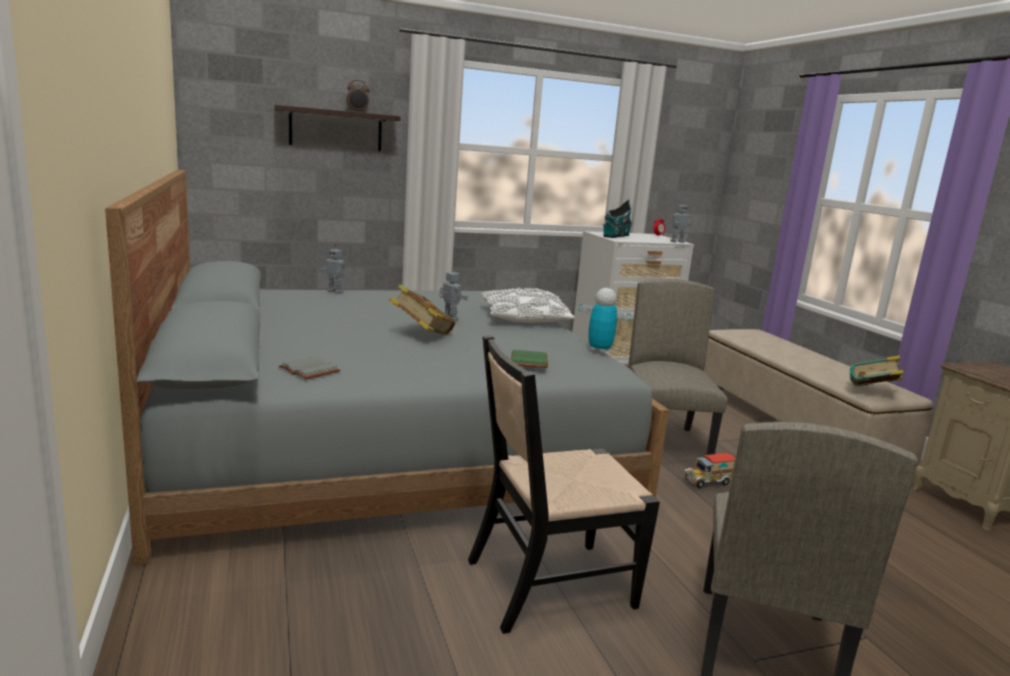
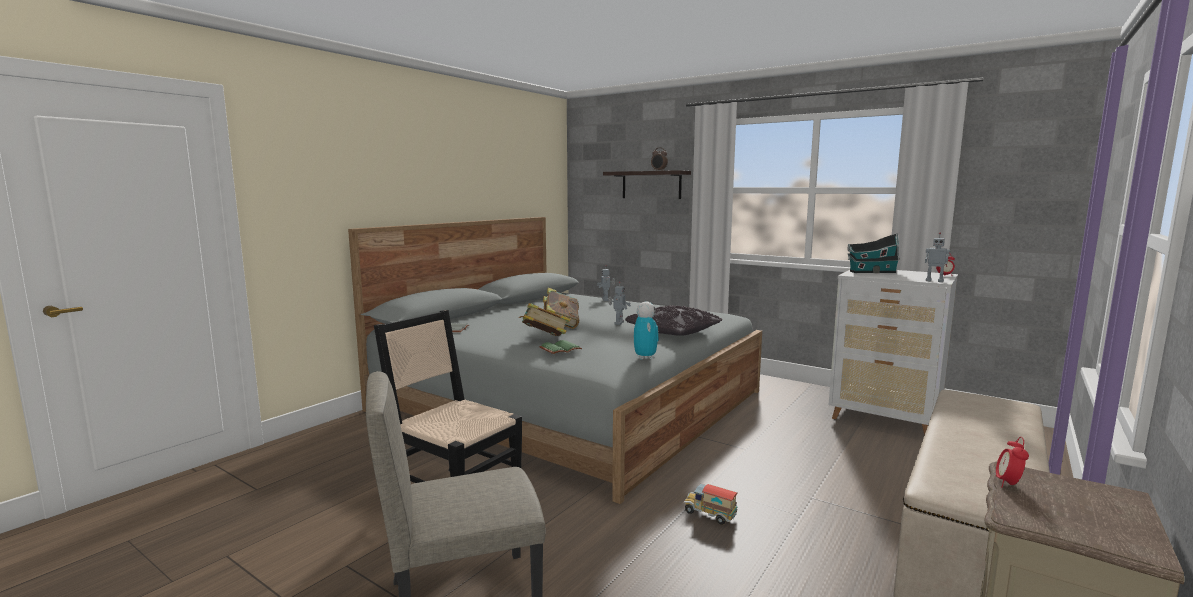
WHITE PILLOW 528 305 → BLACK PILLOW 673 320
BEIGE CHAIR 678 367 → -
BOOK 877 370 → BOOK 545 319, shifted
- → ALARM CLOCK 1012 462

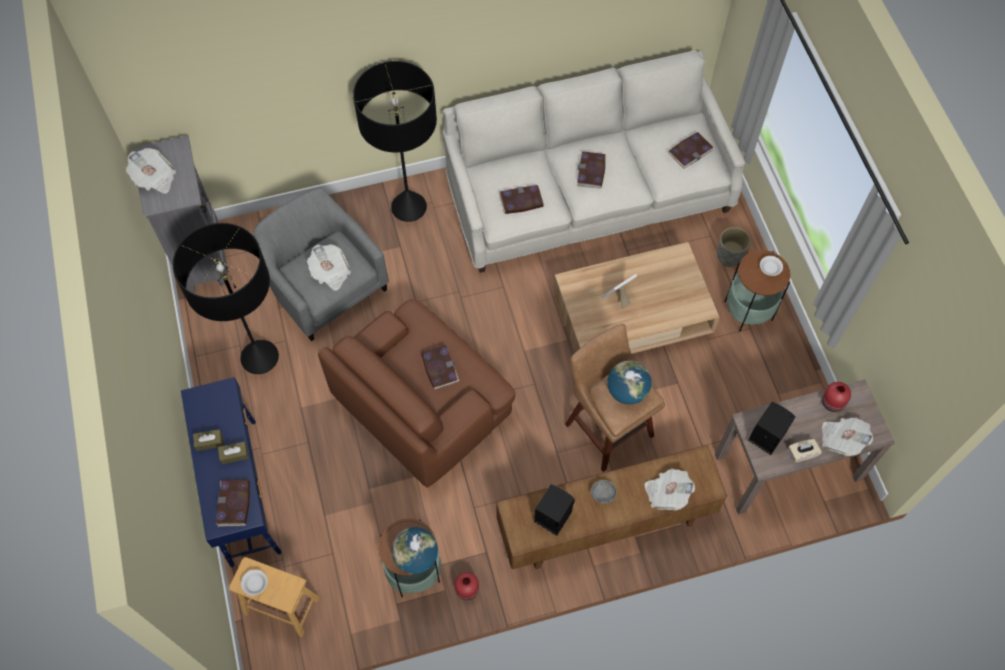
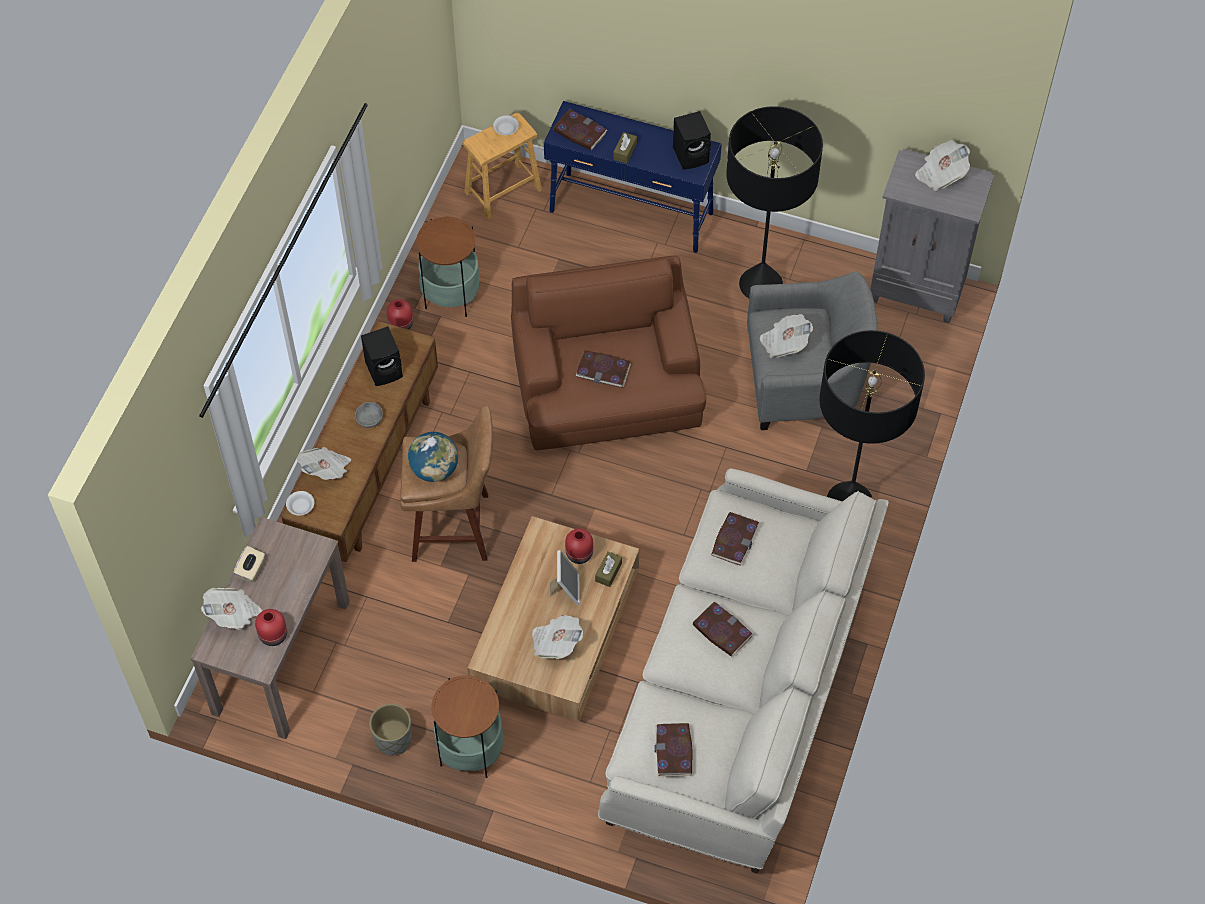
BROWN TISSUE BOX 208 440 → BROWN TISSUE BOX 608 569, shifted
GLOBE 415 550 → -
GREY PLANTER 734 247 → GREY PLANTER 390 729, shifted
BLACK SPEAKER 772 428 → BLACK SPEAKER 692 140, shifted
WHITE BOWL 771 266 → WHITE BOWL 300 503, shifted
- → NEWSPAPER 557 637
- → RED VASE 579 546

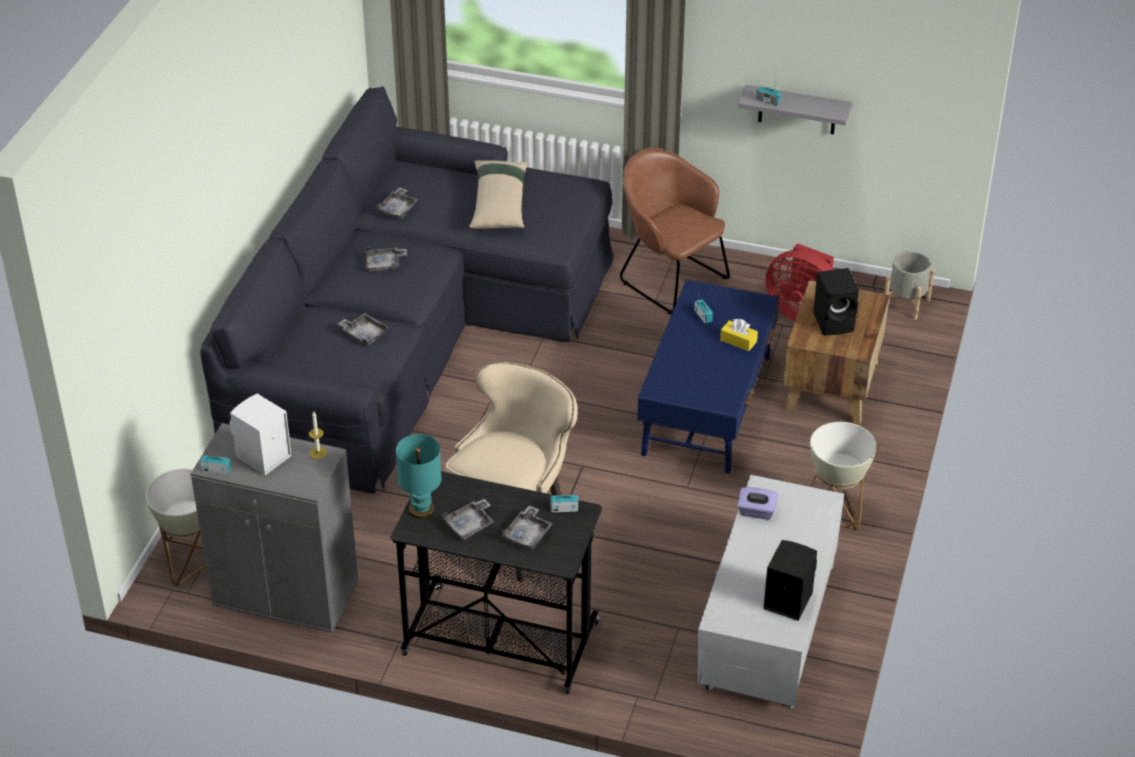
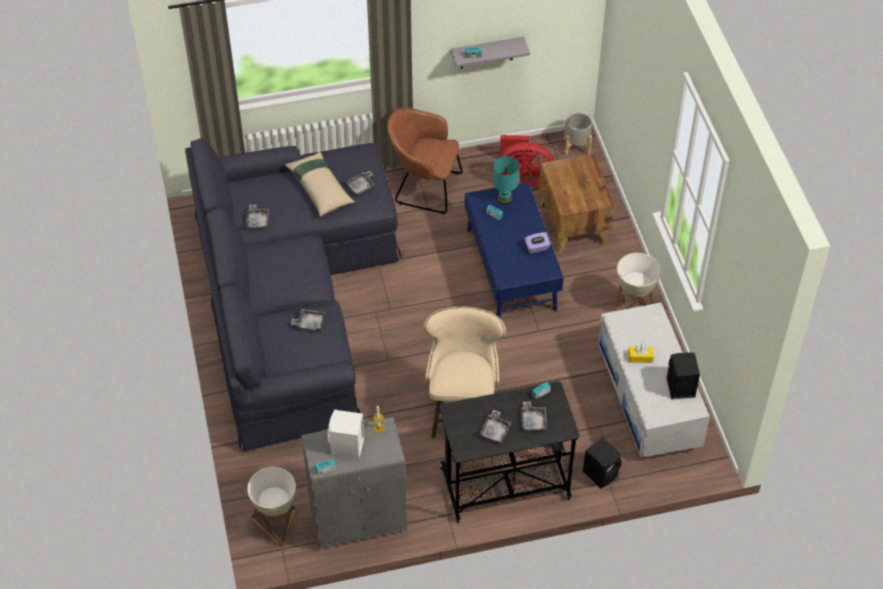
GREY TRAY 386 259 → GREY TRAY 360 183, shifted
TURQUOISE TABLE LAMP 419 476 → TURQUOISE TABLE LAMP 506 180, shifted
YELLOW TISSUE BOX 739 335 → YELLOW TISSUE BOX 641 354, shifted
PURPLE TISSUE BOX 758 503 → PURPLE TISSUE BOX 537 243, shifted
BLACK SPEAKER 836 301 → BLACK SPEAKER 602 463, shifted

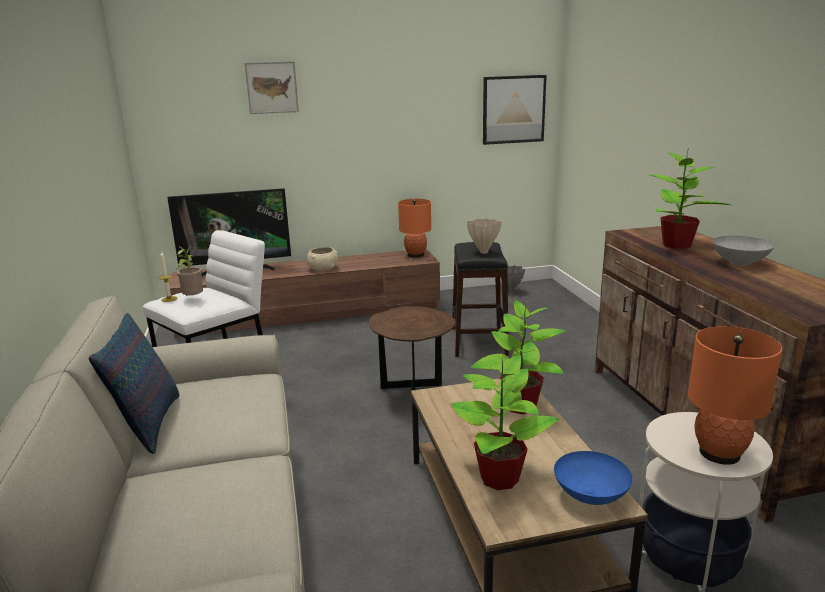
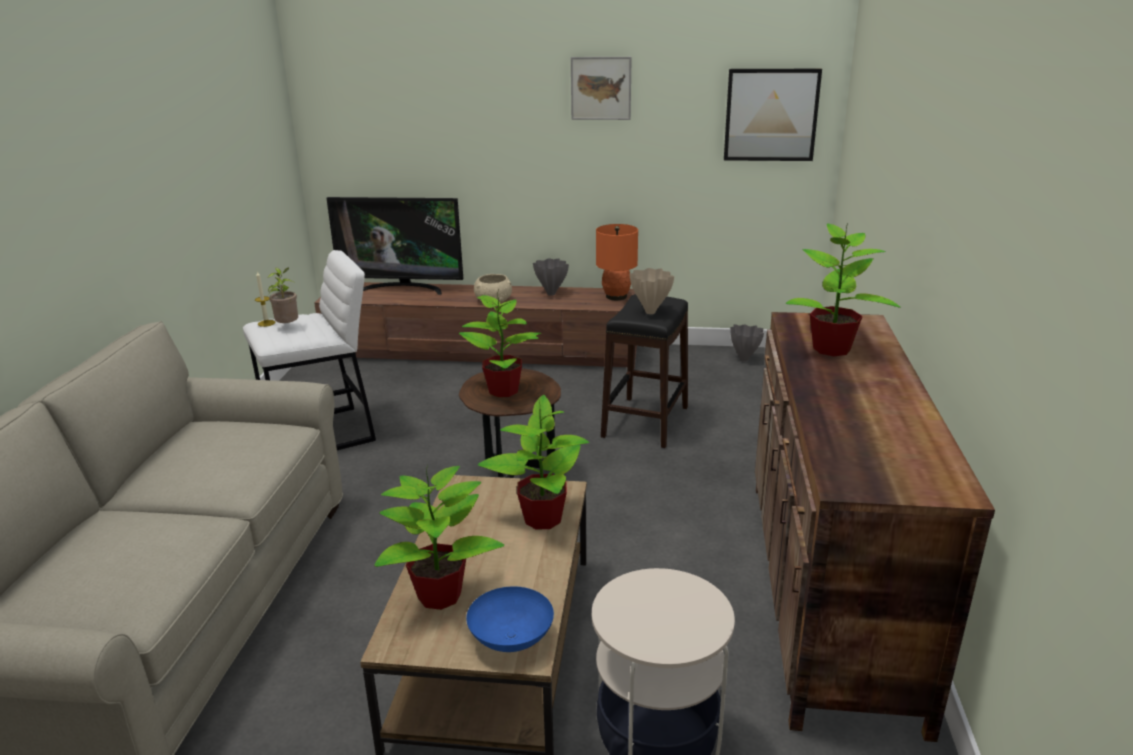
BLUE PILLOW 134 383 → -
PICTURE 271 87 → PICTURE 601 88, shifted
ORANGE TABLE LAMP 735 395 → -
GREY BOWL 743 250 → -
- → POTTED PLANT 500 345
- → GREY VASE 551 277

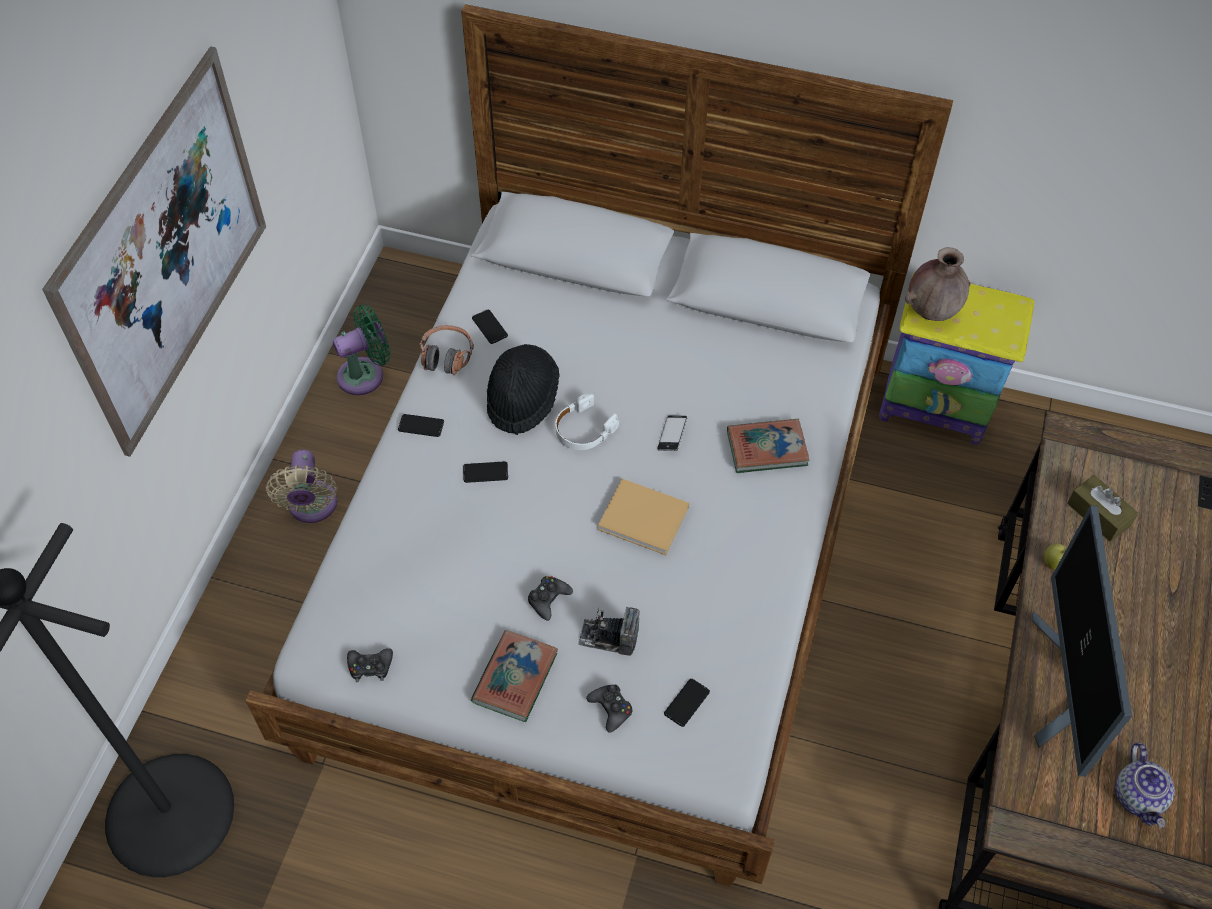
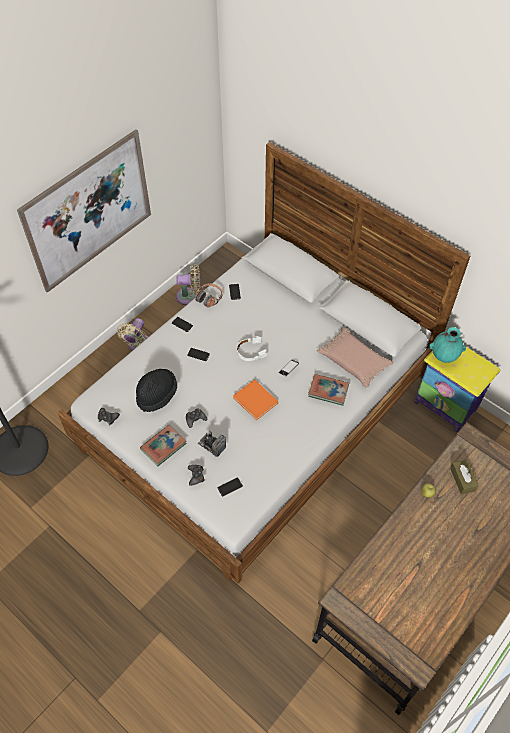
GREEN FAN 362 350 → BEIGE FAN 188 284
BLACK HAT 523 389 → BLACK HAT 156 390, shifted
BEIGE BOOK 643 517 → ORANGE BOOK 255 400
BROWN VASE 938 284 → TURQUOISE VASE 447 345
MONITOR 1082 641 → -
TEAPOT 1145 785 → -
- → BEIGE PILLOW 355 357

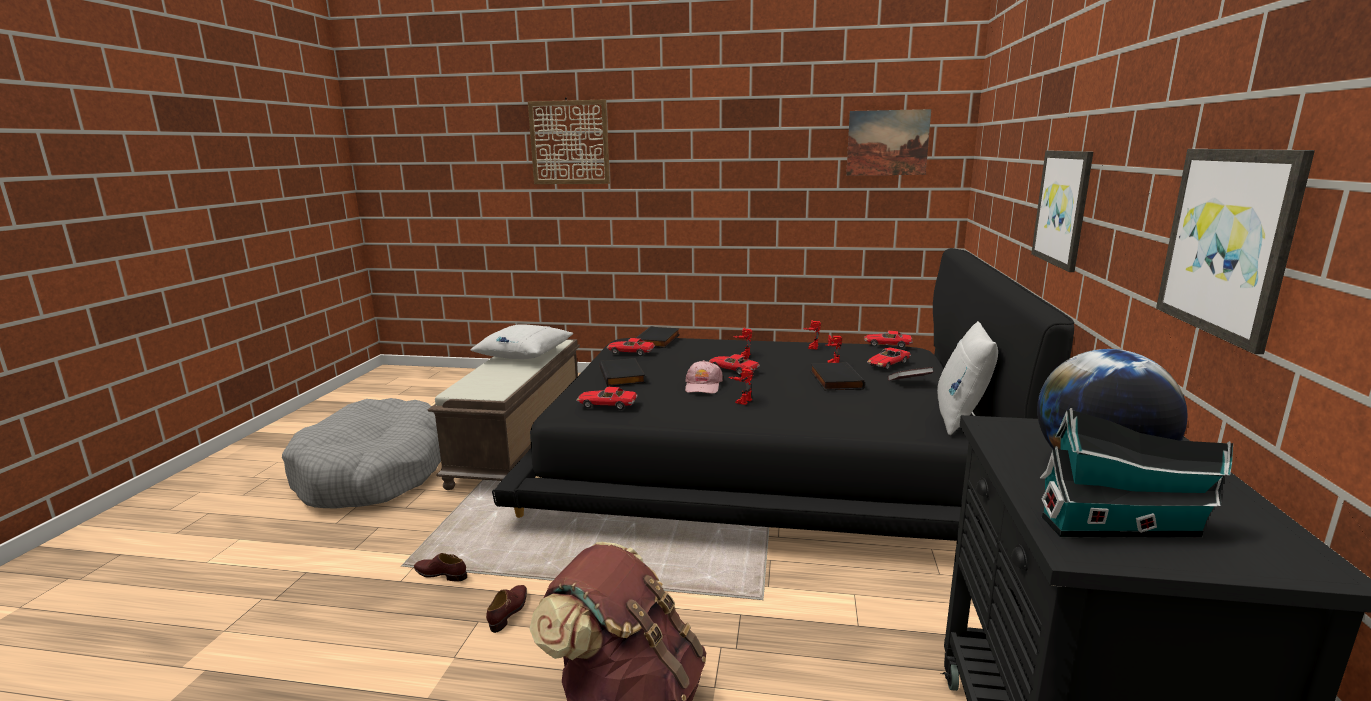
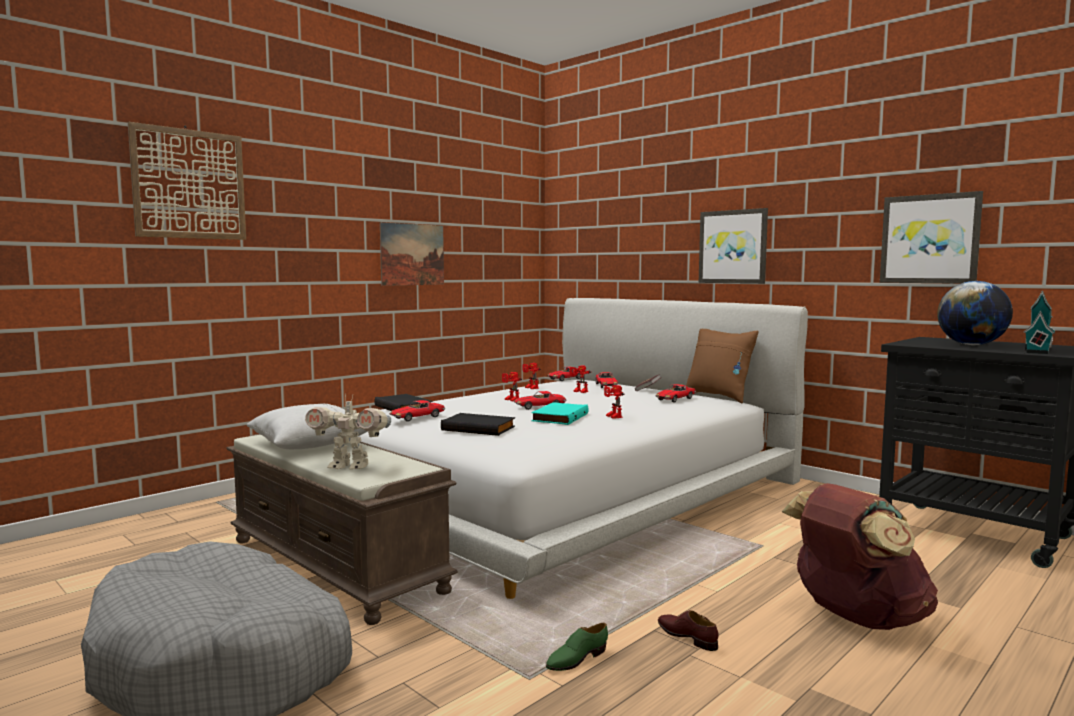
BROWN SHOE 440 567 → GREEN SHOE 577 647
BLACK BED 783 394 → WHITE BED 582 448
TOY CAR 607 398 → TOY CAR 676 393, shifted
PINK CAP 704 377 → TURQUOISE BOOK 560 413
BLACK BOOK 837 376 → -
PICTURE 888 142 → PICTURE 412 254, shifted
GREY PILLOW 967 378 → BROWN PILLOW 722 366
- → TOY ROBOT 348 431

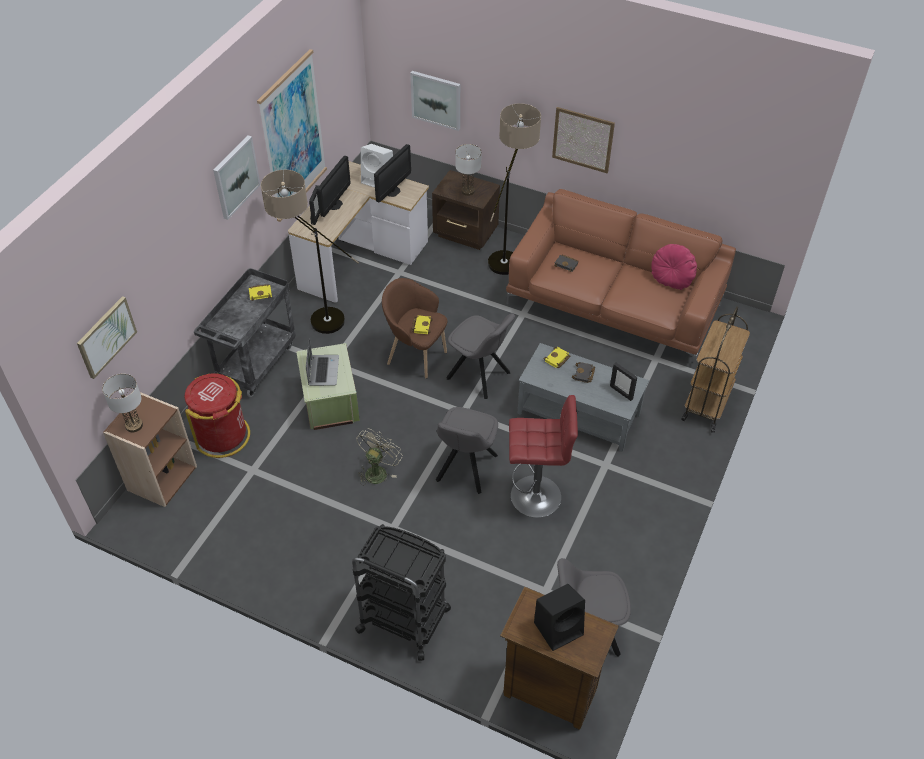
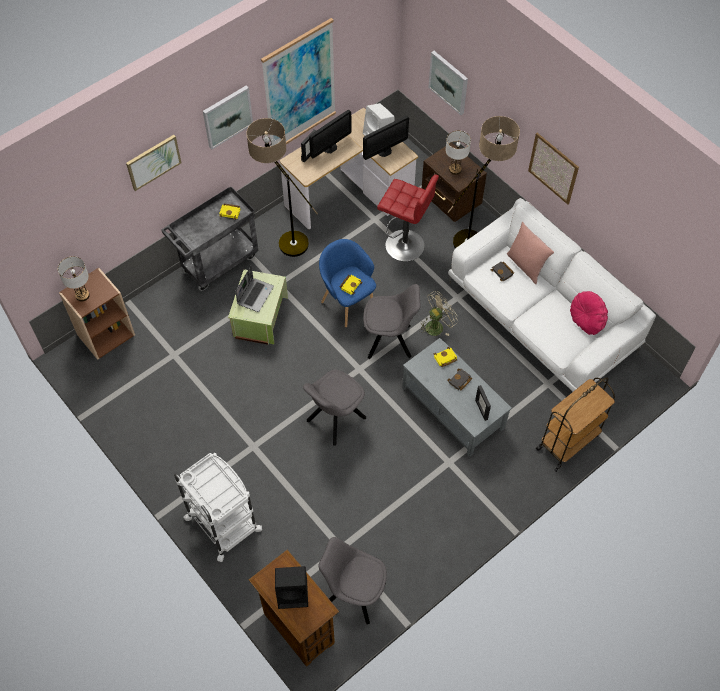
PICTURE 107 337 → PICTURE 153 163, shifted
RED TRASH CAN 217 415 → -
BLACK CART 401 592 → WHITE CART 218 507
BEIGE FAN 379 457 → BEIGE FAN 439 313, shifted
BROWN ARMCHAIR 414 328 → BLUE ARMCHAIR 347 283
GREY CHAIR 480 356 → GREY CHAIR 392 321, 60 degrees counterclockwise
BROWN SOFA 621 278 → WHITE SOFA 552 294
RED STOOL 543 456 → RED STOOL 408 217, shifted
- → PINK PILLOW 530 253

